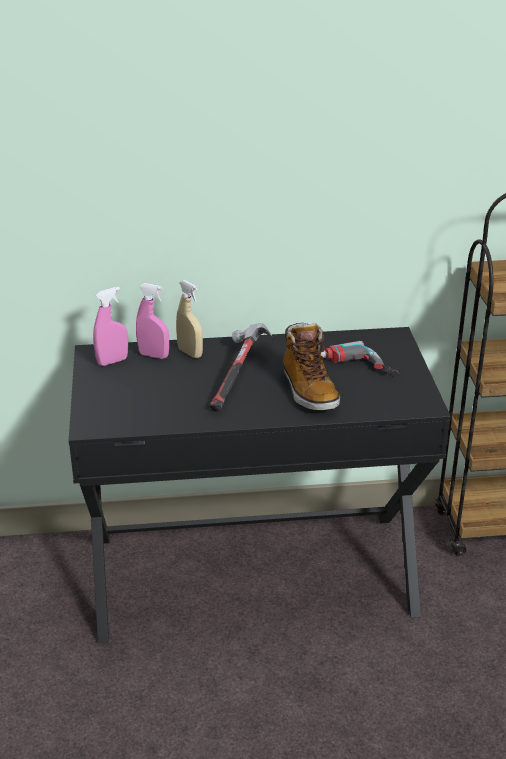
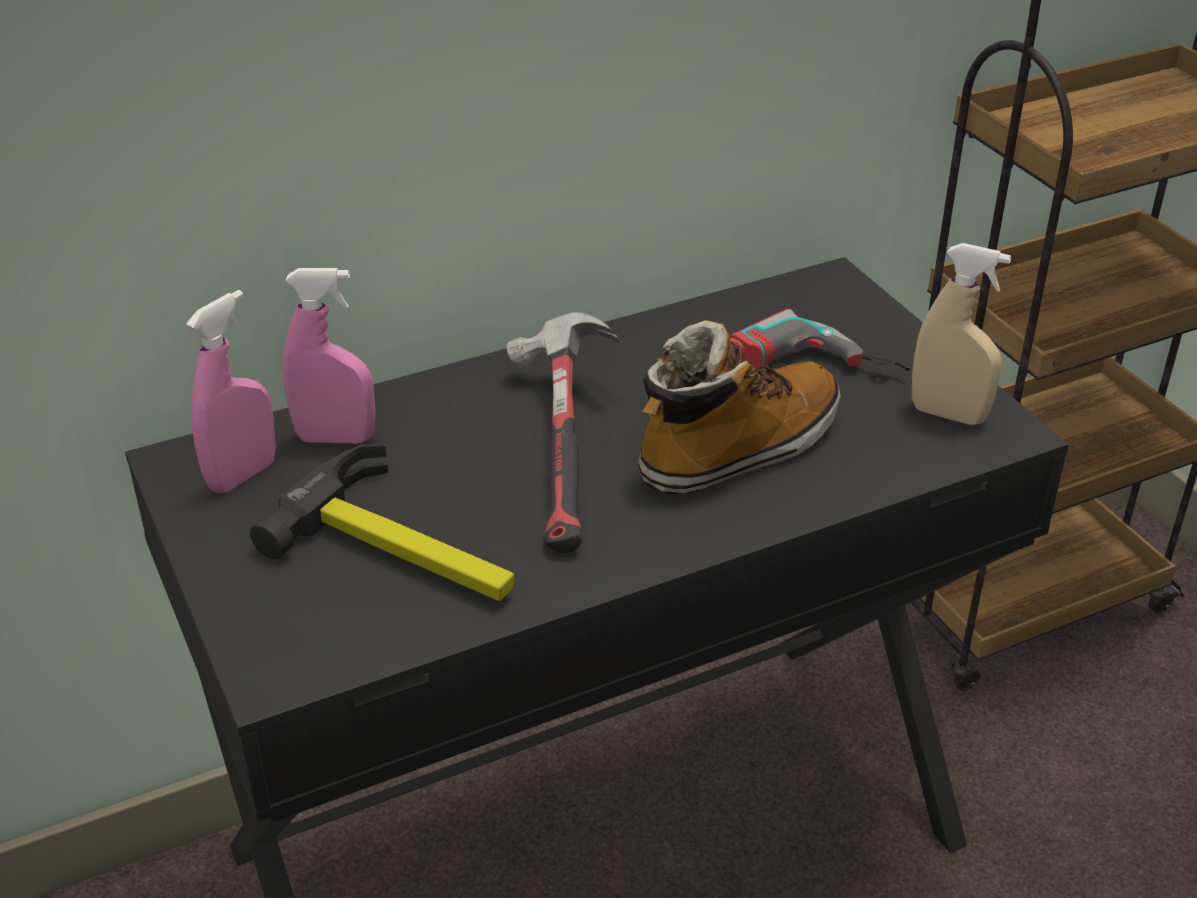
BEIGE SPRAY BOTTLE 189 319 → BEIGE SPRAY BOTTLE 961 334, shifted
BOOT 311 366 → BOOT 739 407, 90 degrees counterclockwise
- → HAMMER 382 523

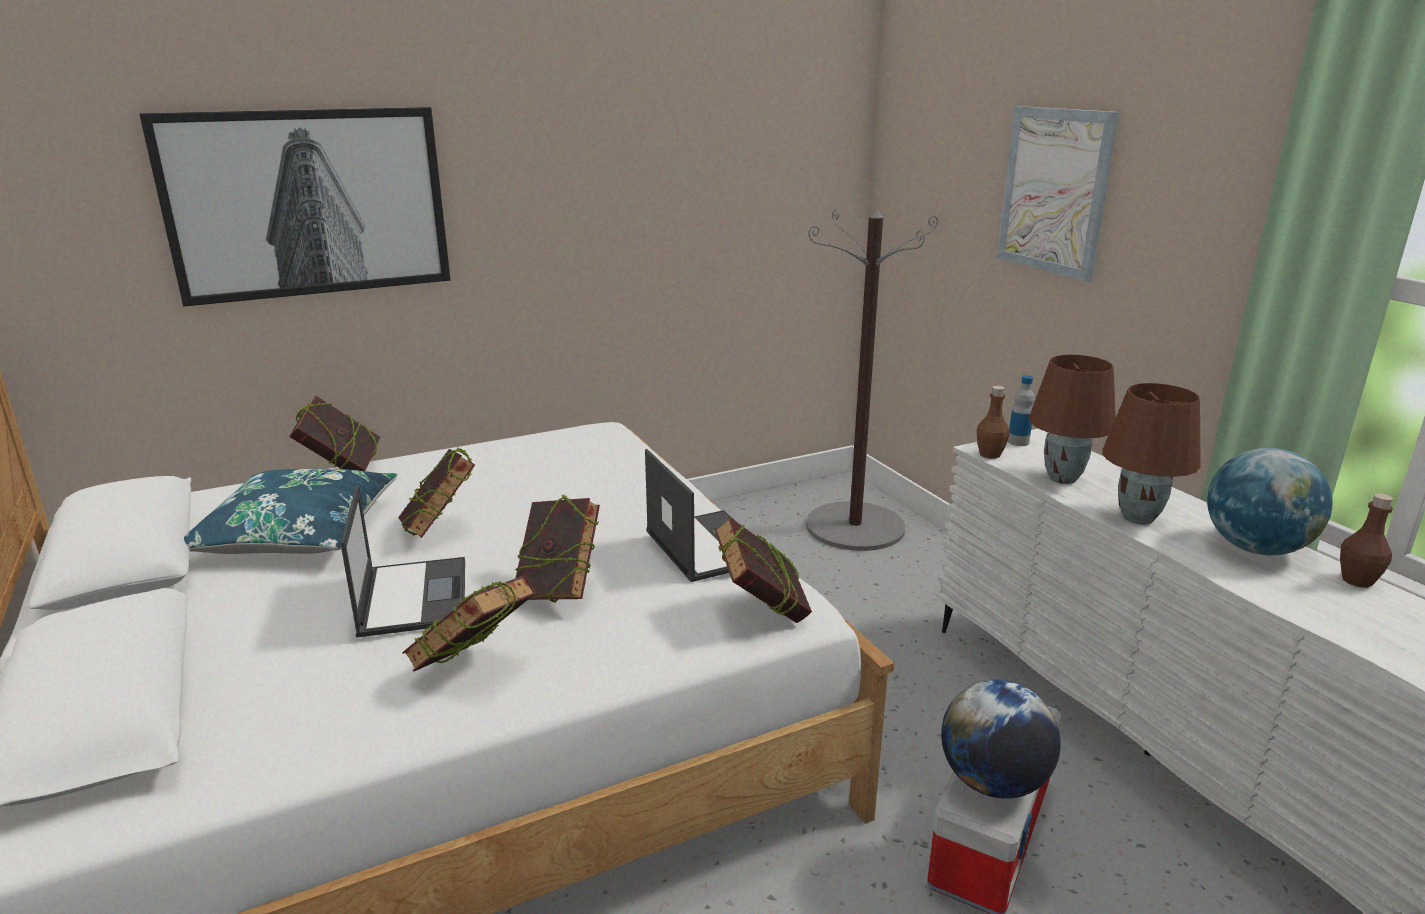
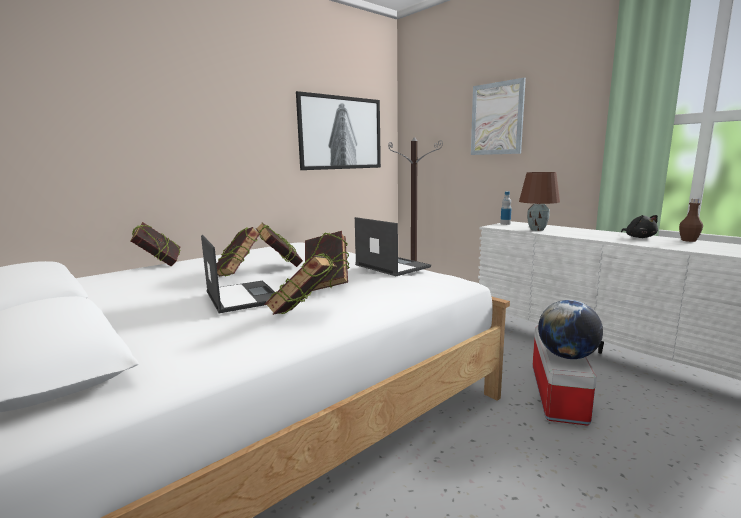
PICTURE 295 207 → PICTURE 338 130, shifted
BLUE PILLOW 290 511 → -
BOOK 763 570 → BOOK 279 244, shifted
BROWN BOTTLE 993 422 → -
BROWN TABLE LAMP 1151 454 → -
GLOBE 1270 501 → BLACK PLUSH TOY 639 226

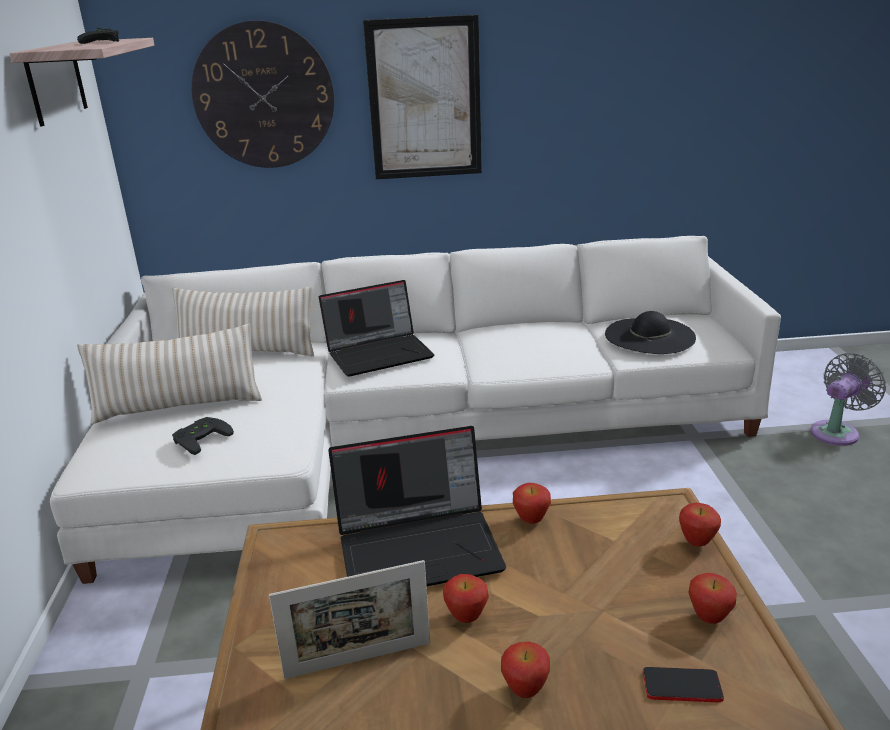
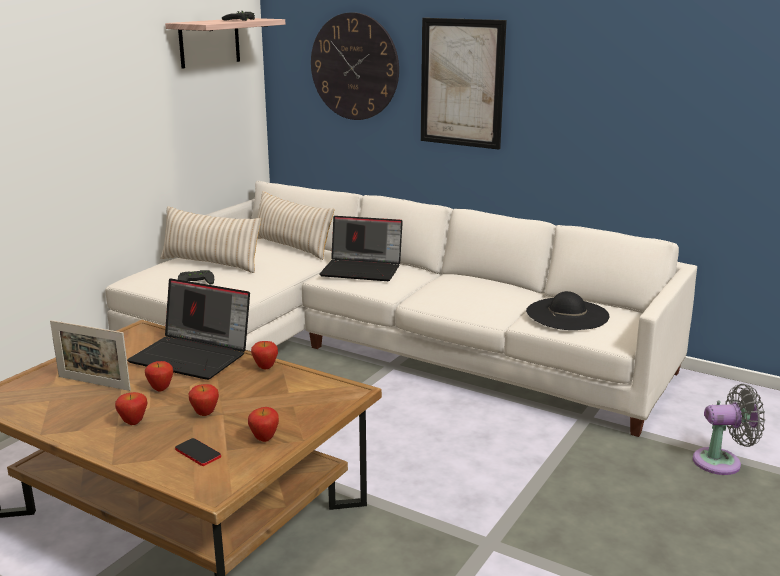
APPLE 700 525 → APPLE 203 400, shifted

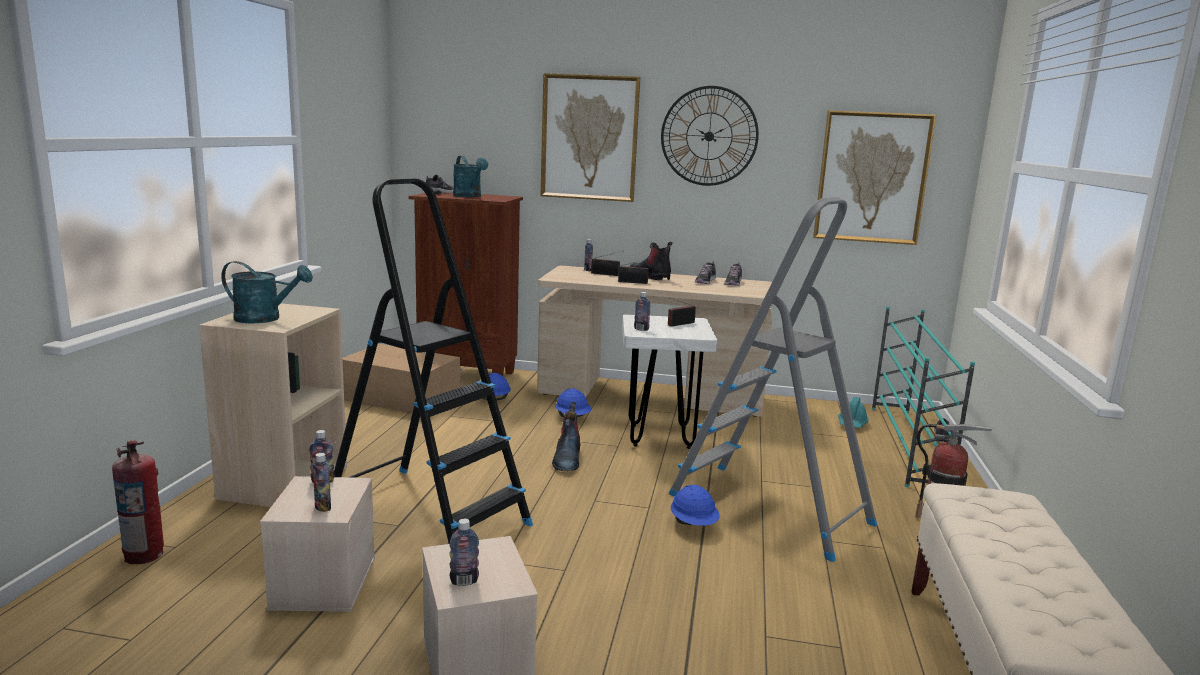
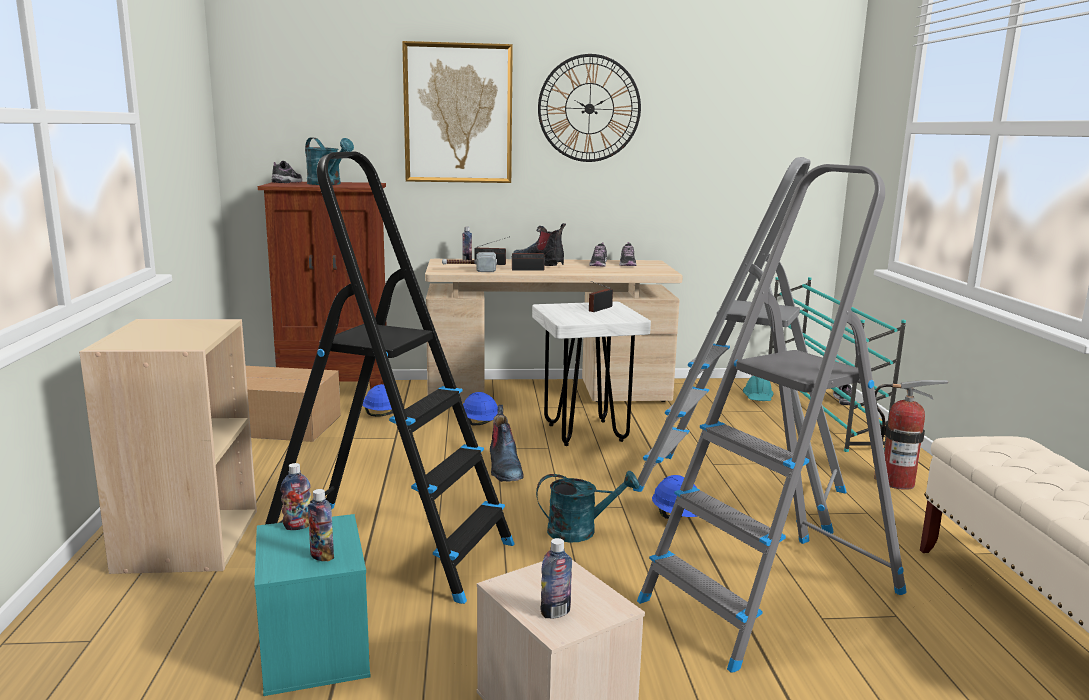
FIRE EXTINGUISHER 138 502 → -
TURQUOISE WATERING CAN 267 292 → TURQUOISE WATERING CAN 587 506, shifted
BEIGE STORAGE BOX 317 544 → TURQUOISE STORAGE BOX 312 605
BOTTLE 642 311 → -
PICTURE 874 177 → -
- → HAMMER 469 262
- → GREY STEP LADDER 772 418

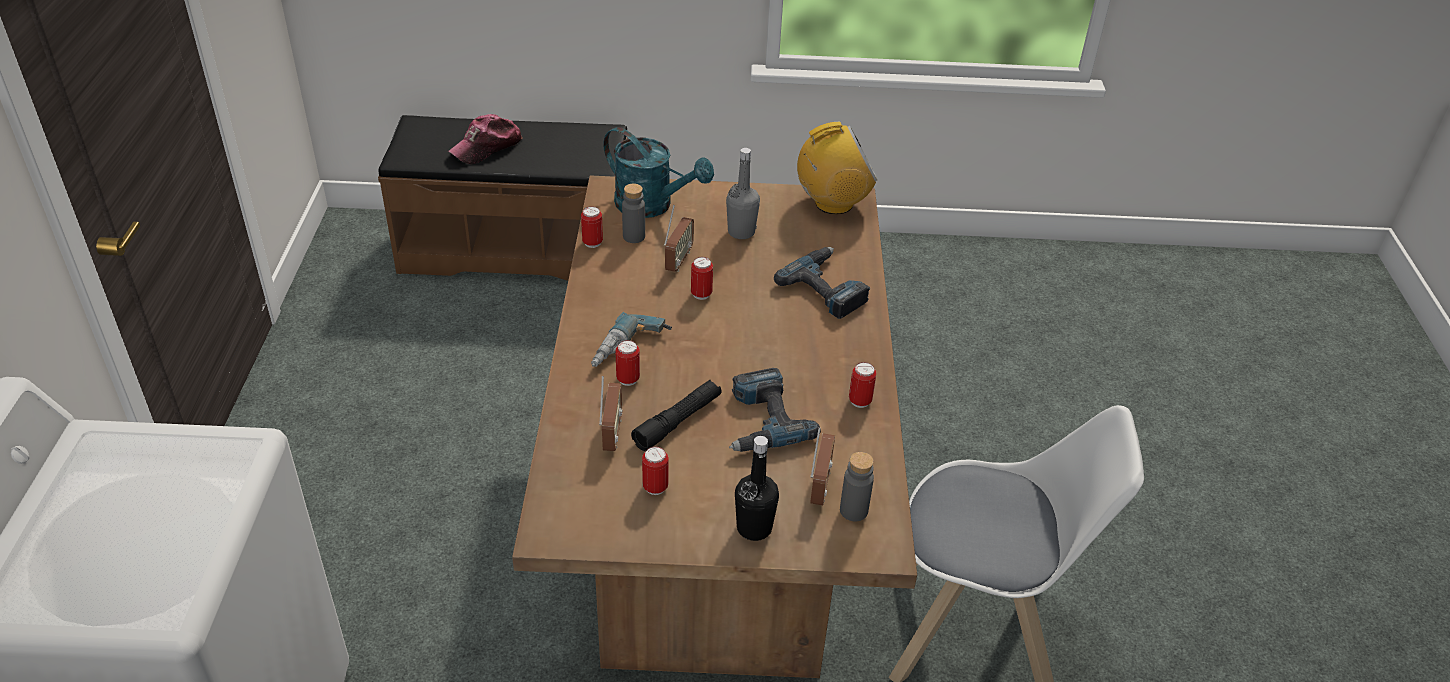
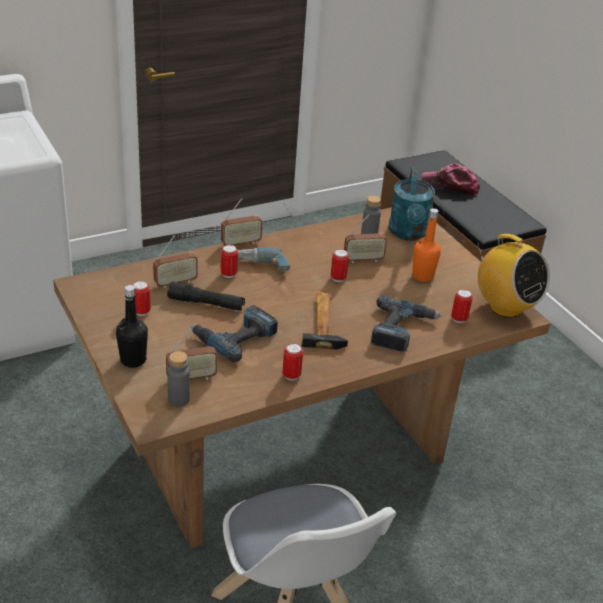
CAN 592 227 → CAN 462 306, shifted
GREY BOTTLE 743 193 → ORANGE BOTTLE 426 245
- → RADIO 242 221
- → HAMMER 325 320

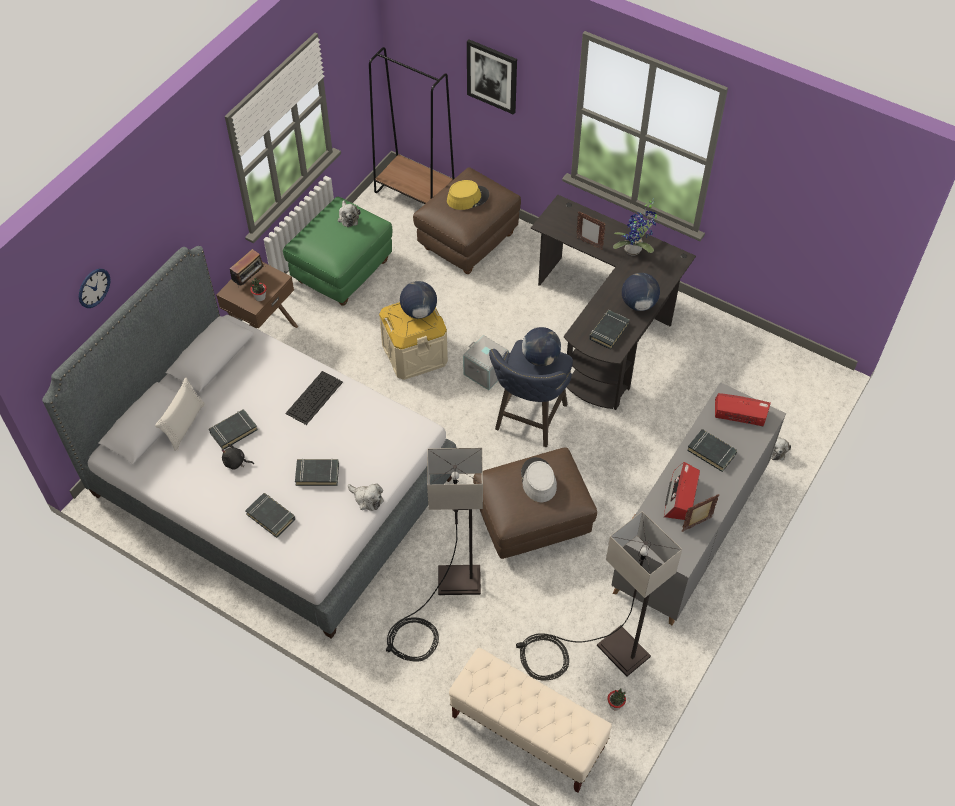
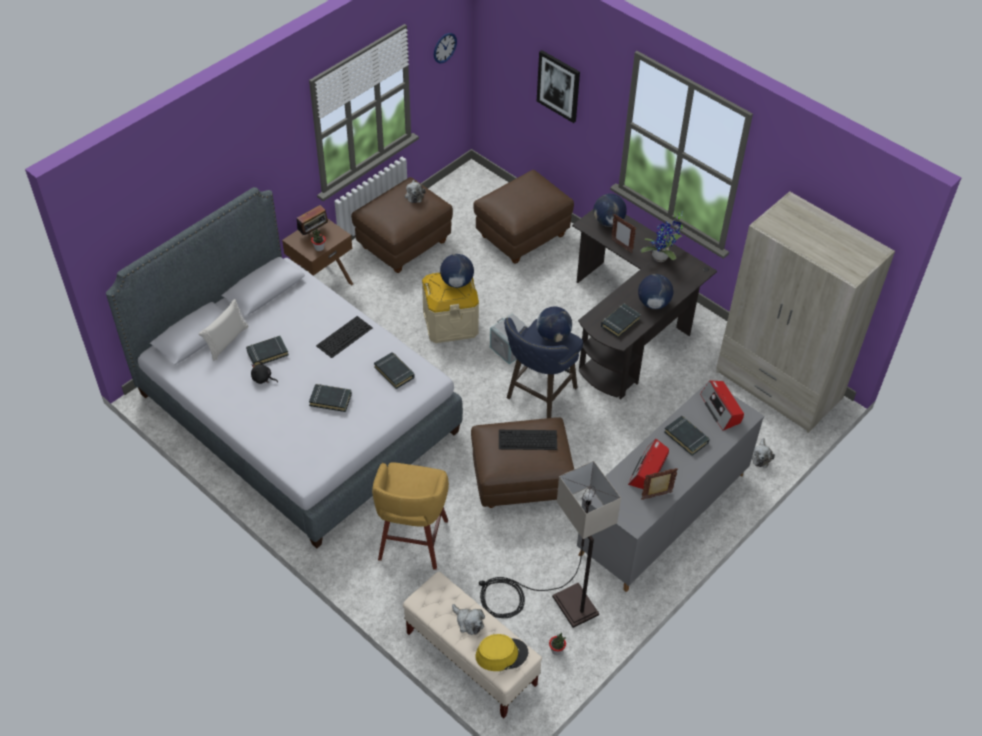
WALL CLOCK 95 288 → WALL CLOCK 445 48, shifted
BLACK BOOK 270 515 → BLACK BOOK 394 370, shifted
GREEN OTTOMAN 337 251 → BROWN OTTOMAN 402 225
PLUSH TOY 366 497 → PLUSH TOY 468 619, shifted
CLOTHES RACK 411 125 → -
FLOOR LAMP 434 555 → YELLOW STOOL 410 516
YELLOW HAT 468 195 → YELLOW HAT 501 652, shifted
GREY HAT 539 479 → KEYBOARD 528 440
RADIO 743 409 → RADIO 722 405, 135 degrees counterclockwise
- → GLOBE 610 210
- → BEIGE WARDROBE 805 312

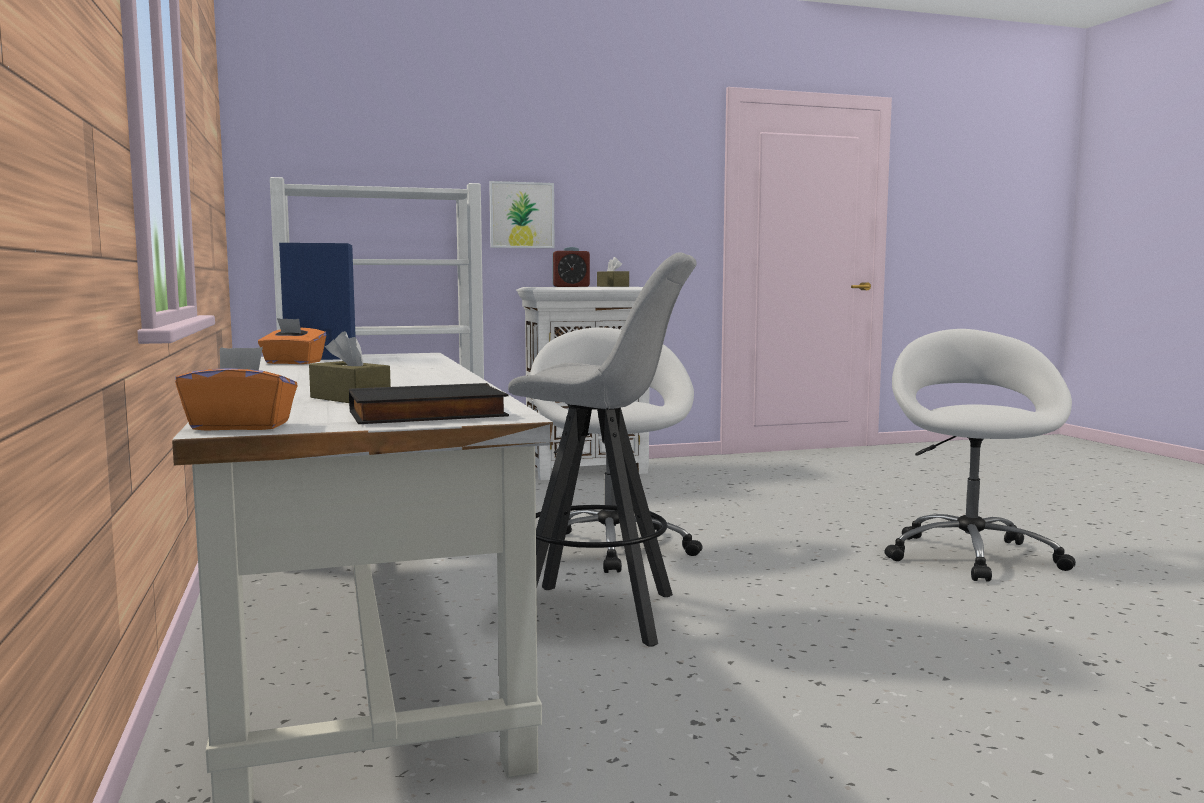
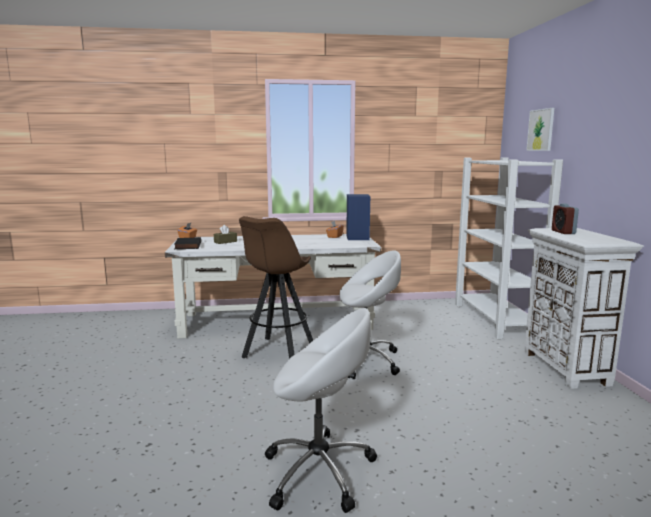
PICTURE 521 214 → PICTURE 540 129, shifted
GREY STOOL 602 449 → BROWN STOOL 276 287
BROWN TISSUE BOX 613 272 → -

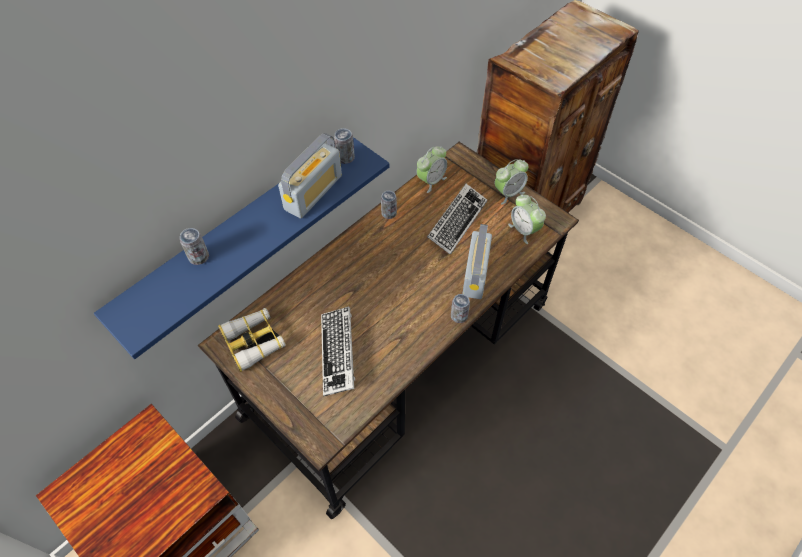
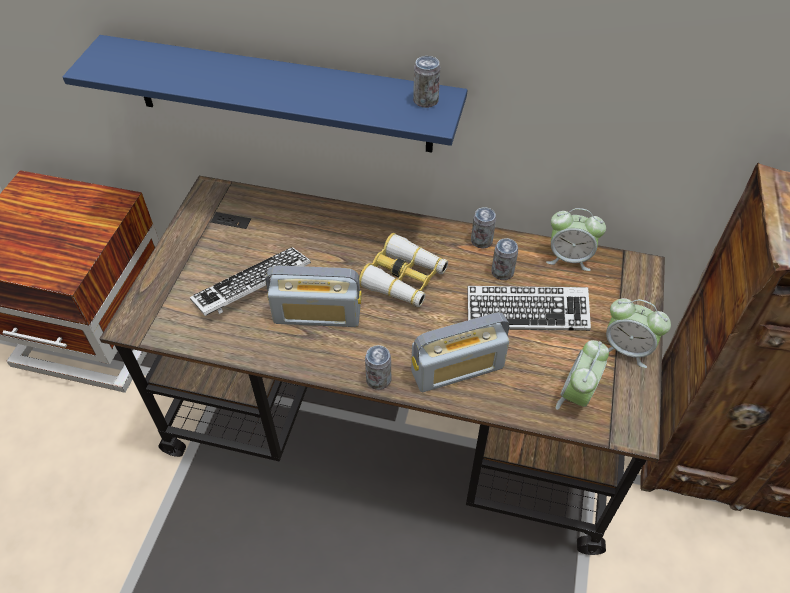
CAN 194 246 → CAN 504 259, shifted
BINOCULARS 252 340 → BINOCULARS 403 270, shifted
RADIO 310 175 → RADIO 314 296, shifted

